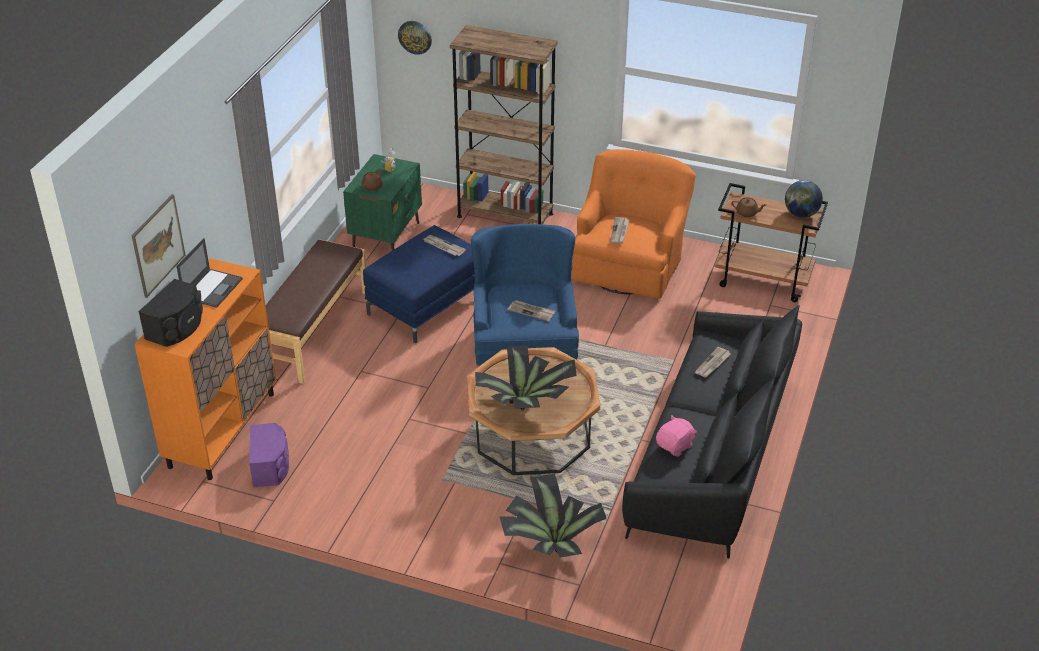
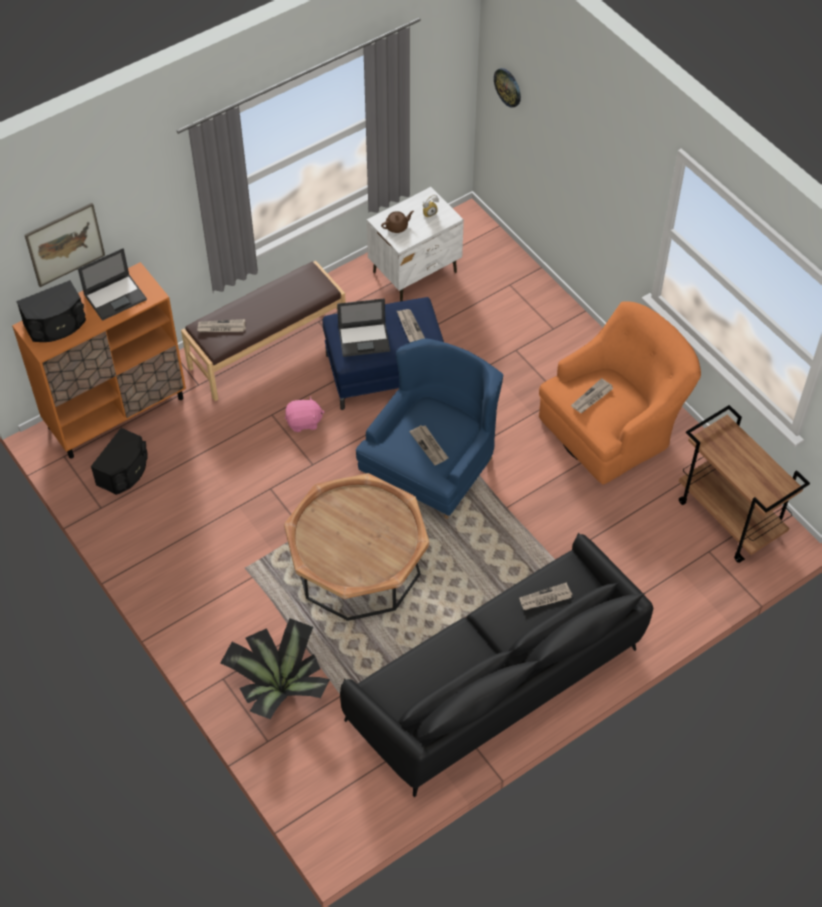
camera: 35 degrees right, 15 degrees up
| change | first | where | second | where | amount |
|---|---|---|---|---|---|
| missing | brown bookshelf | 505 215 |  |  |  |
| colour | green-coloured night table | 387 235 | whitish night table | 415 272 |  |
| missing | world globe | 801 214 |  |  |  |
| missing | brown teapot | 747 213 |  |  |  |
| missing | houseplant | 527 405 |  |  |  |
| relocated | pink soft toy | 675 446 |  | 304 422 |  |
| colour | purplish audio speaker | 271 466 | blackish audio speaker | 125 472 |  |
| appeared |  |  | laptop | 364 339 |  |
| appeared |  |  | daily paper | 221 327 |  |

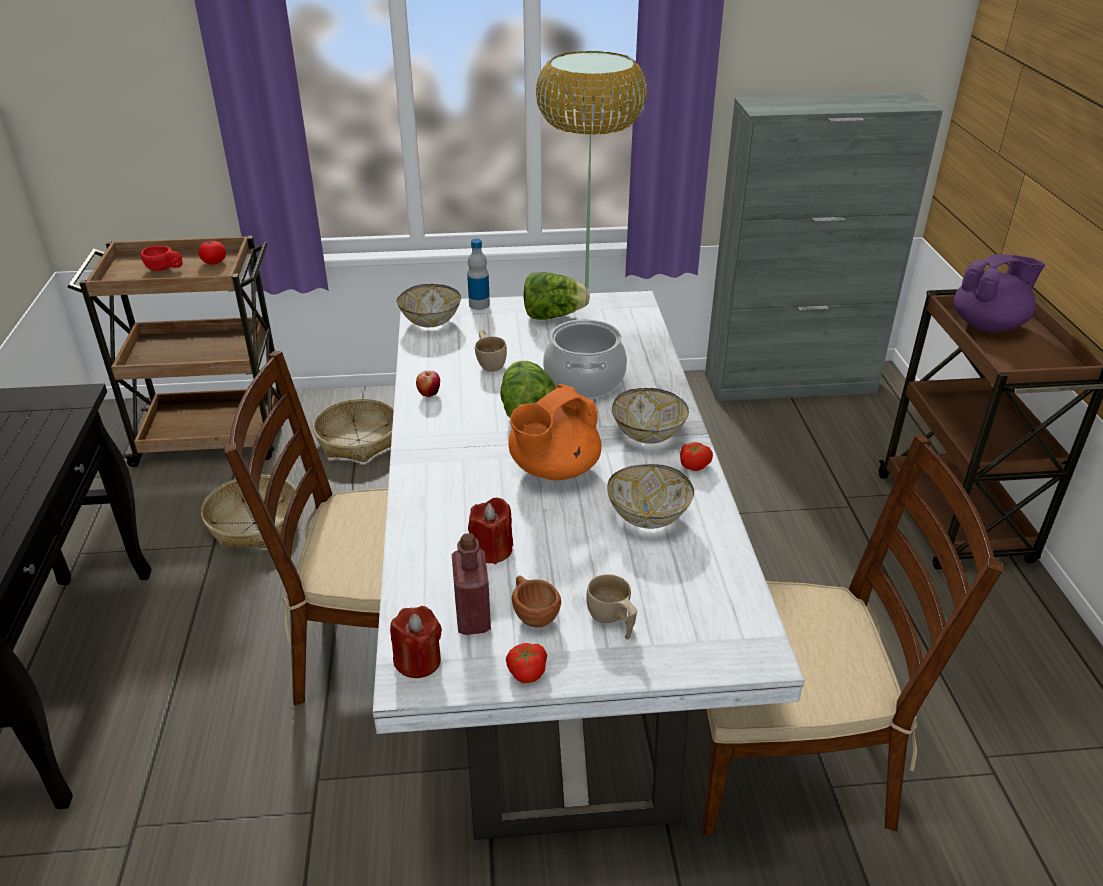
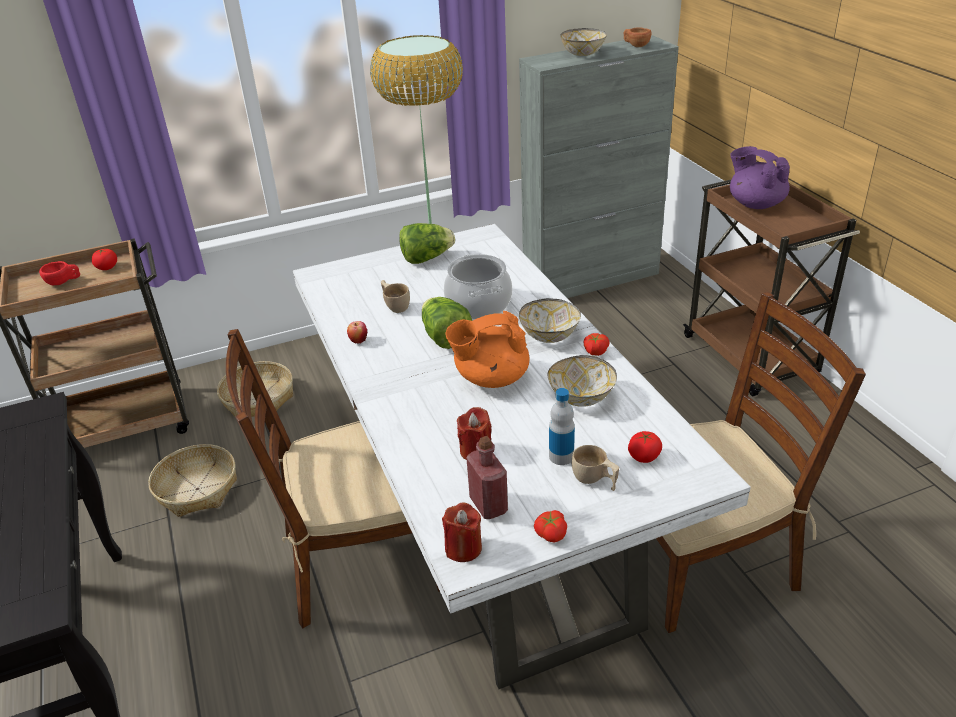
camera: 15 degrees left, 0 degrees up
| change | first | where | second | where | amount |
|---|---|---|---|---|---|
| relocated | bottle | 479 305 |  | 561 456 |  |
| spun | purplish teapot | 988 325 |  | 755 204 | 90 degrees counterclockwise |
| relocated | bowl | 431 321 |  | 582 54 |  |
| spun | orangey teapot | 553 469 |  | 490 378 | 45 degrees clockwise |
| relocated | brown cup | 532 614 |  | 635 45 |  |
| appeared |  |  | fresh tomato | 644 457 |  |

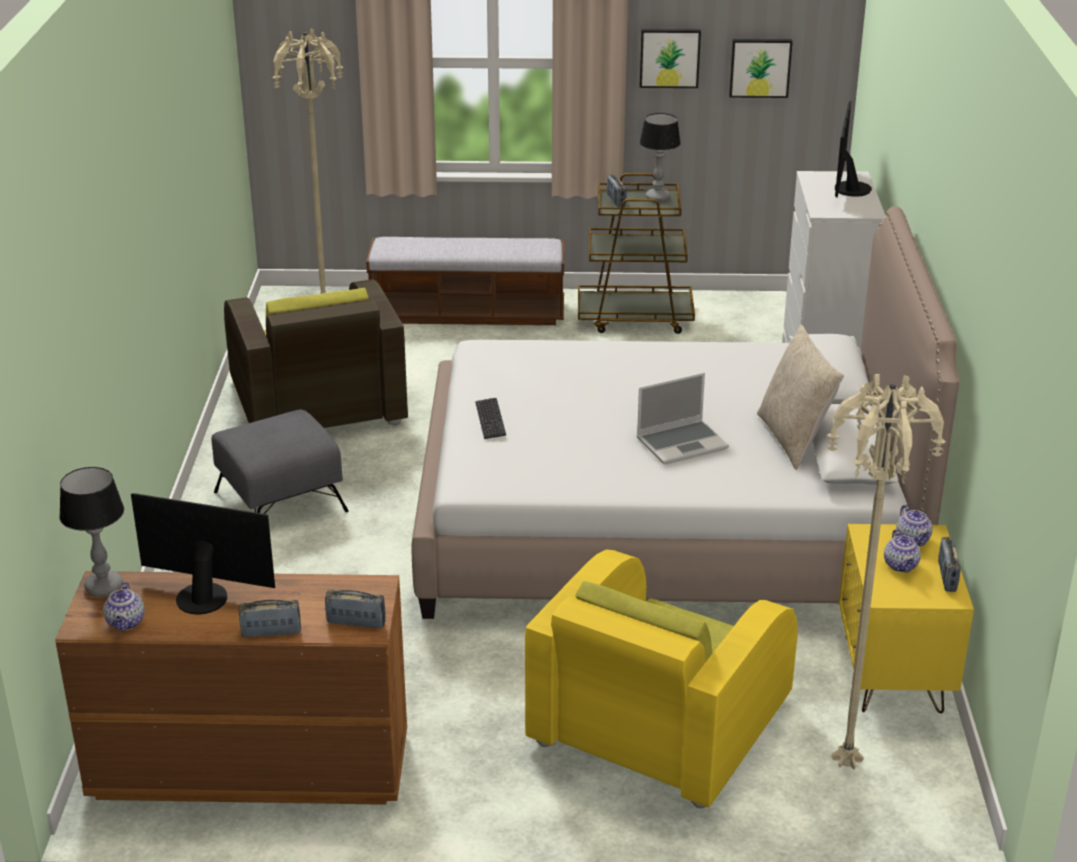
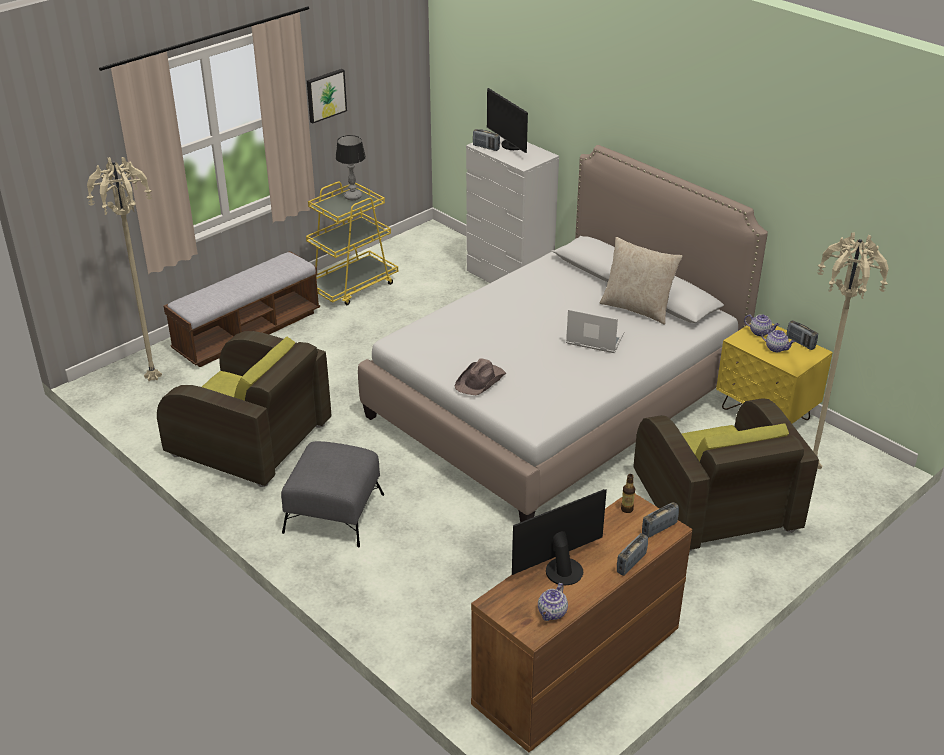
camera: 45 degrees left, 5 degrees up
| change | first | where | second | where | amount |
|---|---|---|---|---|---|
| missing | picture | 760 67 |  |  |  |
| colour | brown wheeled cart | 635 318 | yellowish wheeled cart | 352 286 |  |
| relocated | radio receiver | 616 201 |  | 486 147 |  |
| spun | laptop | 682 443 |  | 594 339 | 90 degrees counterclockwise |
| exchanged | computer keyboard | 490 420 | brown clothing hat | 481 381 |  |
| missing | lamp for a table | 103 587 |  |  |  |
| colour | yellowish armchair | 658 723 | brown armchair | 715 504 |  |
| spun | teapot | 126 623 |  | 552 613 | 75 degrees clockwise |
| appeared |  |  | bottle | 627 509 |  |

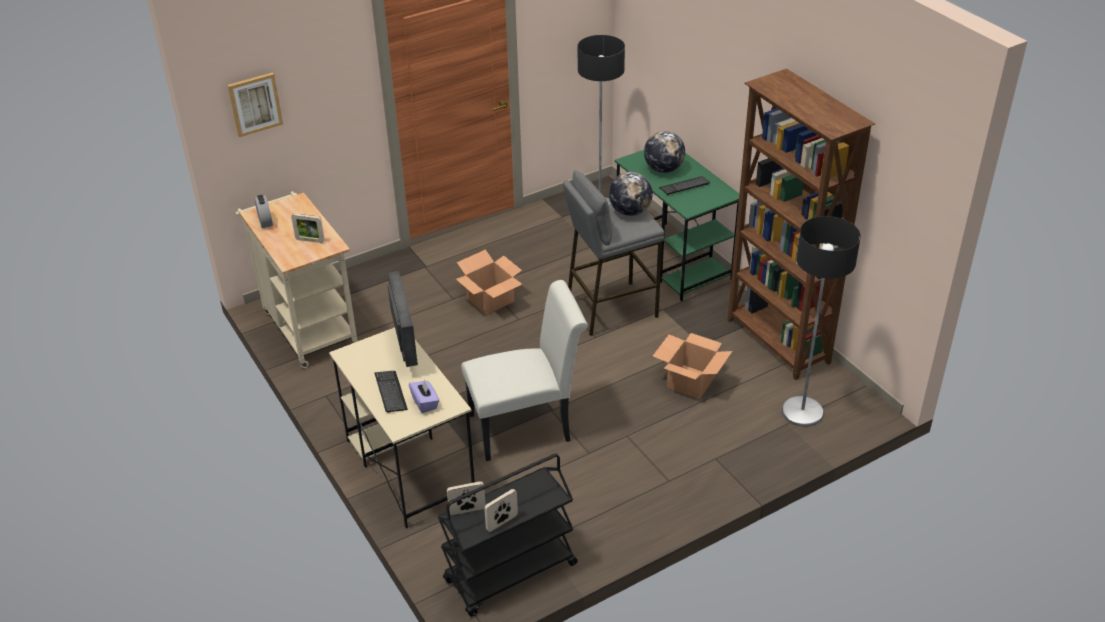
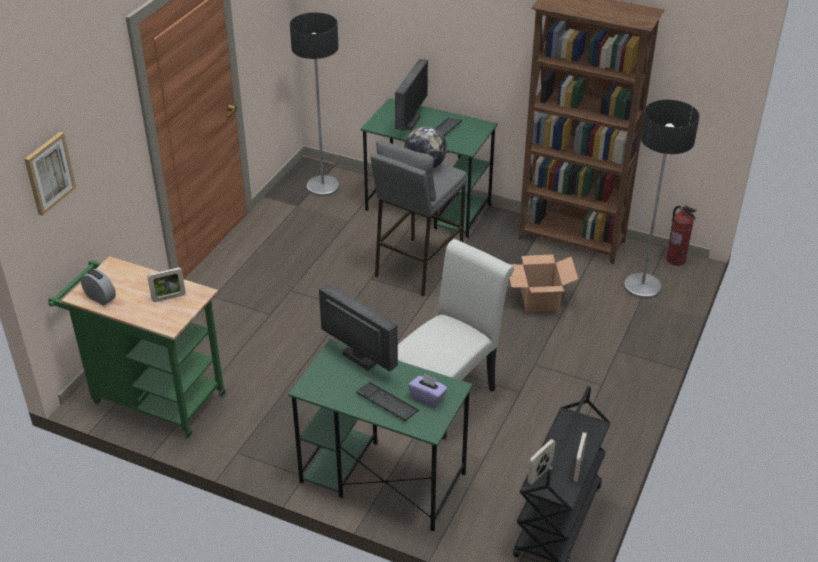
camera: 35 degrees left, 0 degrees up
| change | first | where | second | where | amount |
|---|---|---|---|---|---|
| exchanged | world globe | 663 169 | computer screen | 410 123 |  |
| colour | beige-coloured wheeled cart | 308 326 | green-coloured wheeled cart | 152 397 |  |
| missing | packing box | 491 299 |  |  |  |
| colour | beige-coloured desk unit | 409 467 | green-coloured desk unit | 381 478 |  |
| appeared |  |  | extinguisher | 676 260 |  |

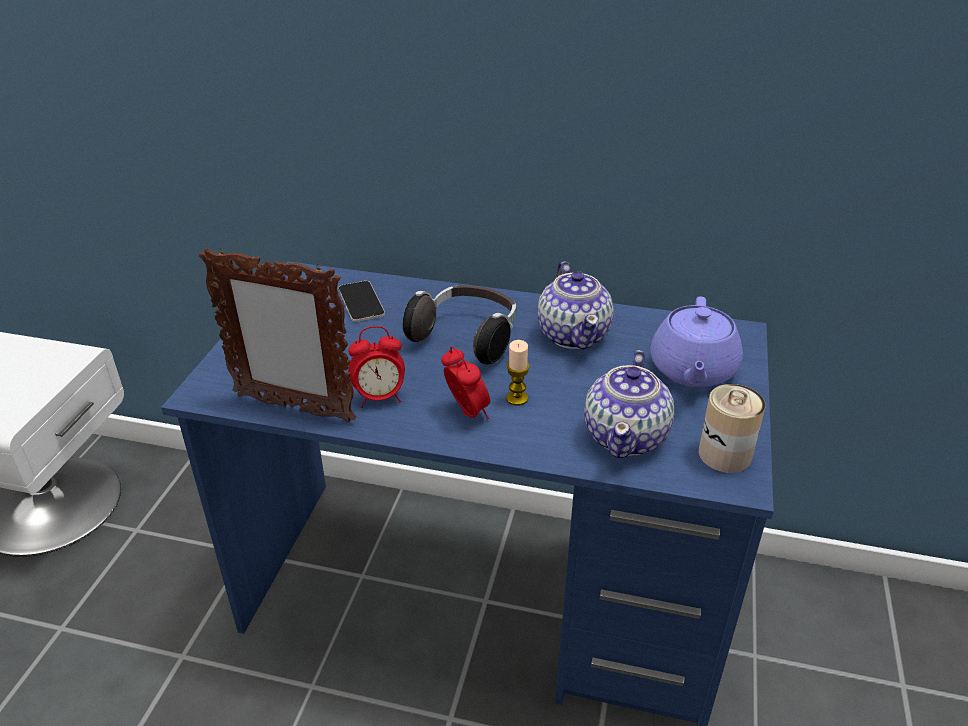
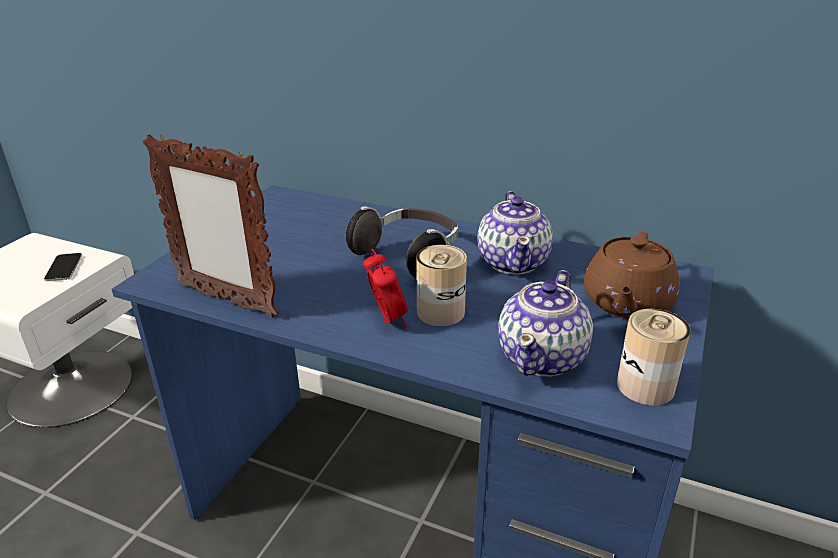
camera: 10 degrees right, 5 degrees down
| change | first | where | second | where | amount |
|---|---|---|---|---|---|
| relocated | handset | 361 302 |  | 64 267 |  |
| colour | purplish teapot | 692 370 | brown teapot | 626 303 |  |
| missing | alarm clock | 379 398 |  |  |  |
| exchanged | wax light | 517 398 | sealed can | 440 312 |  |

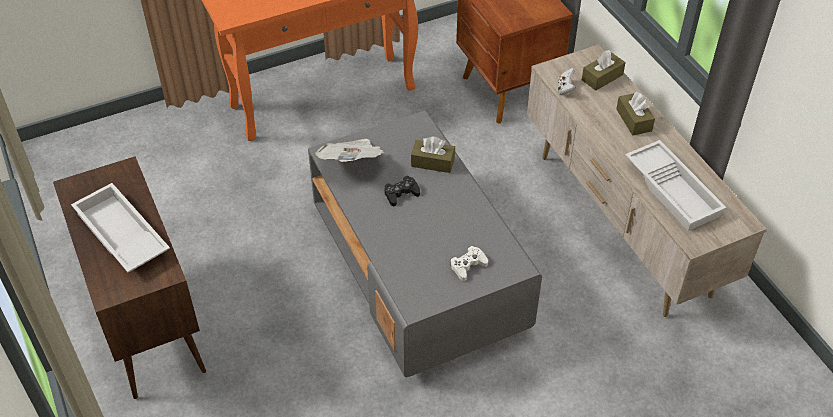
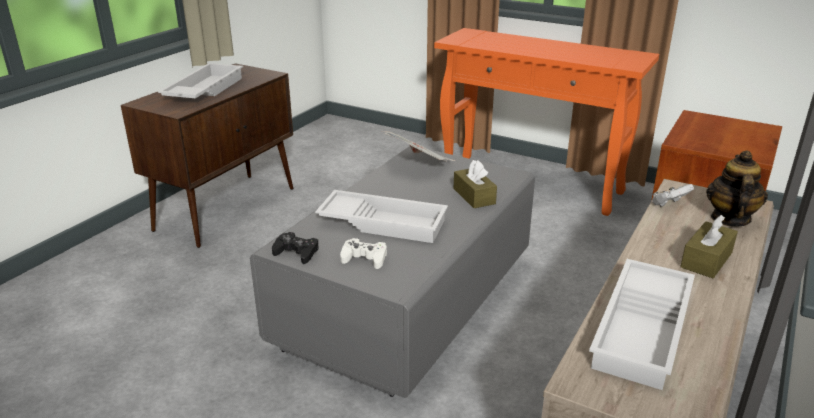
camera: 55 degrees right, 20 degrees down
| change | first | where | second | where | amount |
|---|---|---|---|---|---|
| exchanged | brown tissue box | 602 77 | teapot | 729 219 |  |
| relocated | blackish gamepad | 401 194 |  | 296 252 |  |
| appeared |  |  | whitish carrying tray | 384 222 |  |

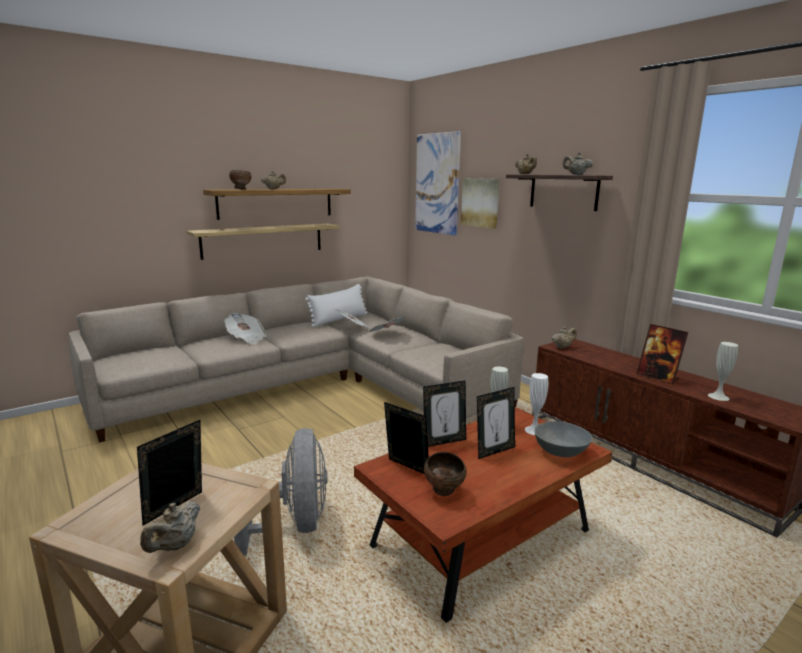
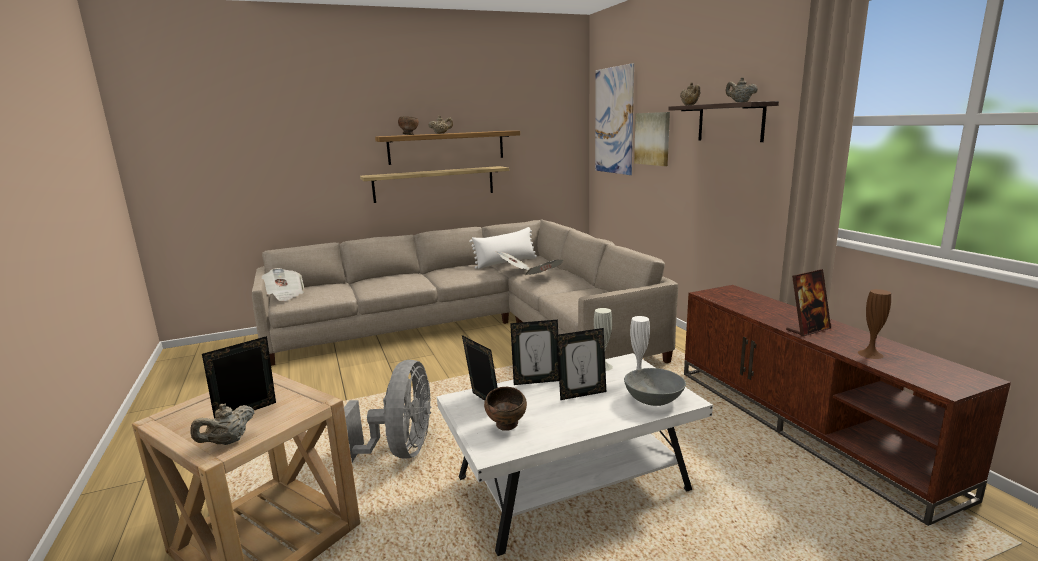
camera: 15 degrees right, 0 degrees up
| change | first | where | second | where | amount |
|---|---|---|---|---|---|
| relocated | daily paper | 246 338 |  | 284 295 |  |
| spun | picture frame | 657 377 |  | 808 329 | 90 degrees counterclockwise |
| missing | beige-coloured teapot | 562 347 |  |  |  |
| colour | whitish vase | 718 396 | brown vase | 870 354 |  |
| colour | brown low table | 481 540 | whitish low table | 571 486 |  |

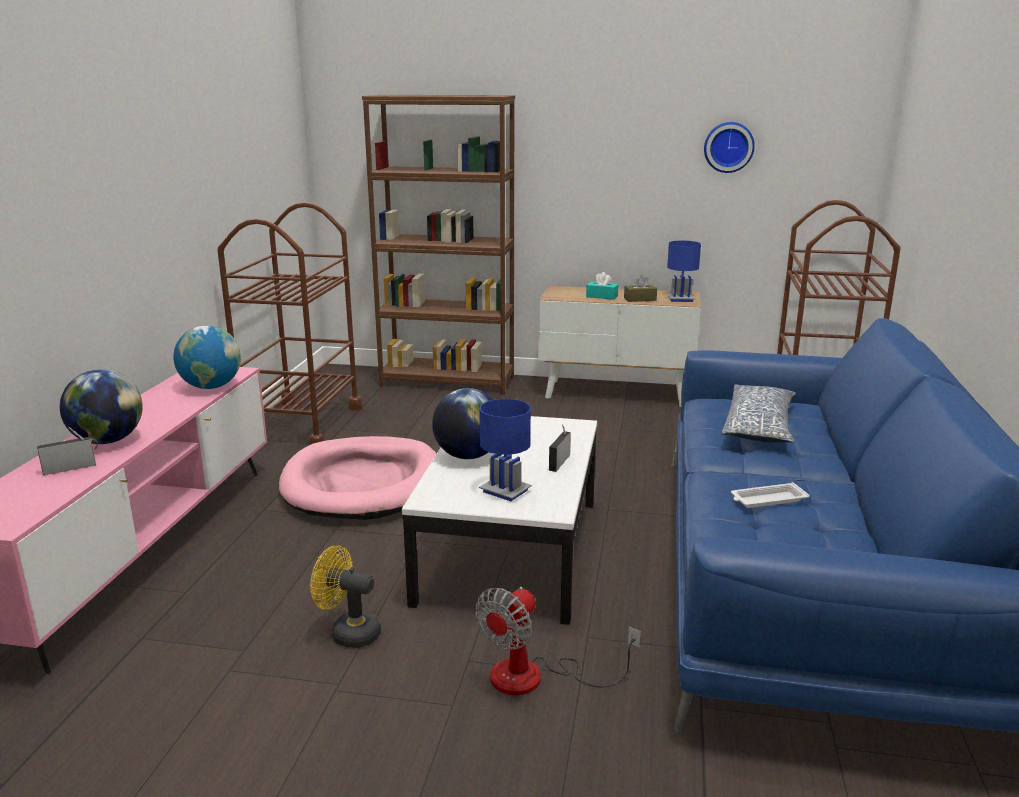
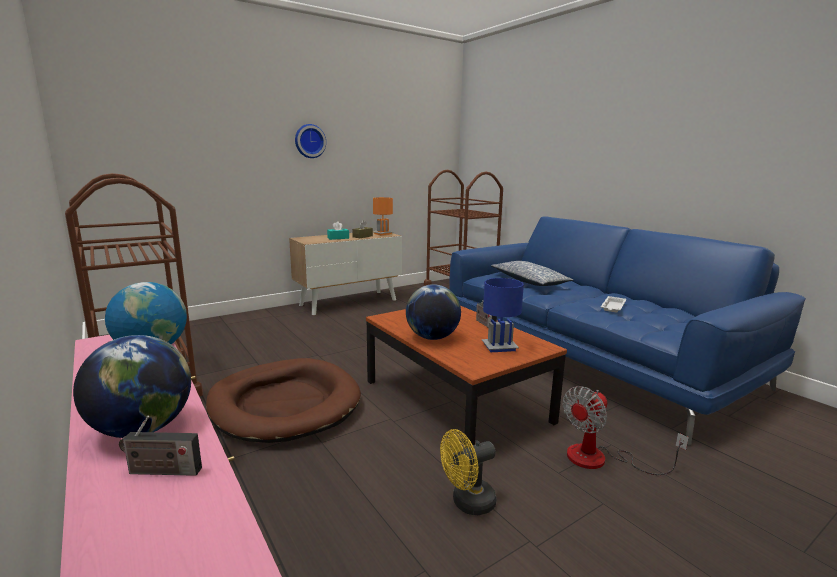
camera: 45 degrees left, 5 degrees down
| change | first | where | second | where | amount |
|---|---|---|---|---|---|
| missing | brown bookshelf | 448 381 |  |  |  |
| relocated | hanging clock | 728 147 |  | 309 141 |  |
| colour | blue-coloured lamp for a table | 680 299 | orangey lamp for a table | 382 234 |  |
| colour | whitish low table | 511 550 | brown low table | 456 401 |  |
| spun | radio receiver | 72 467 |  | 161 471 | 105 degrees counterclockwise |
| colour | pink pet bed | 363 484 | brown pet bed | 284 404 |  |
| spun | electric fan | 535 677 |  | 600 459 | 60 degrees clockwise |

